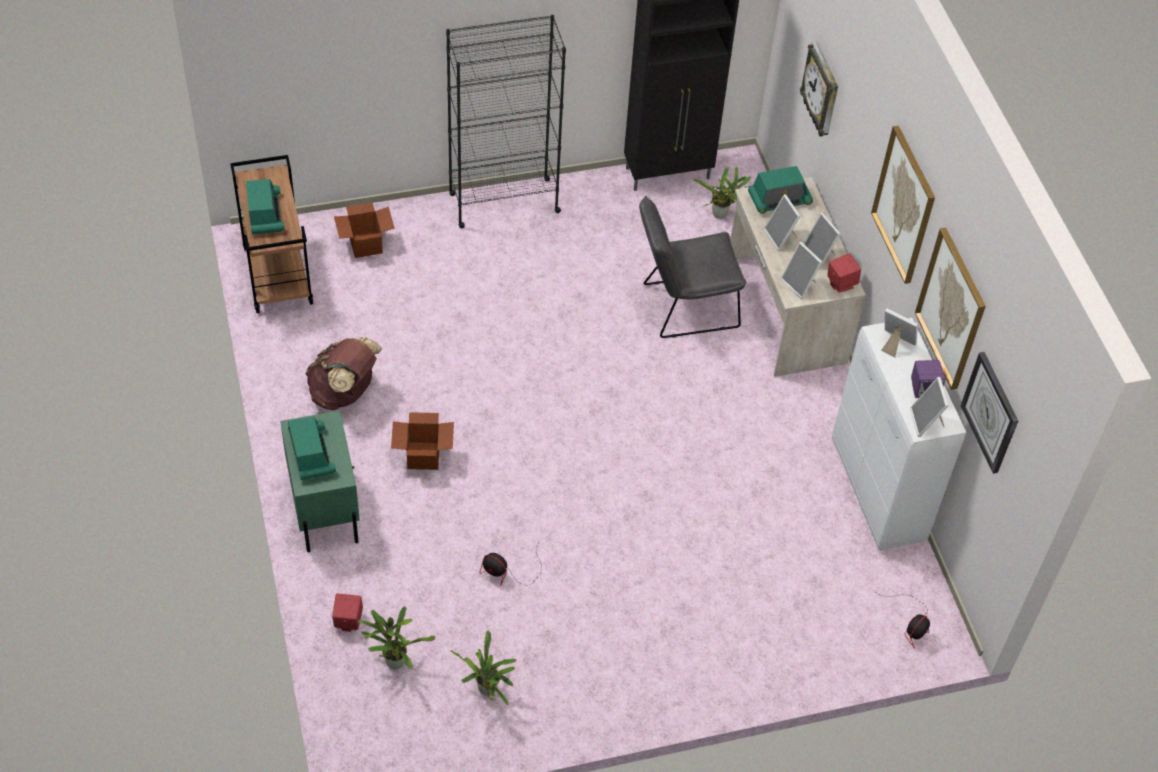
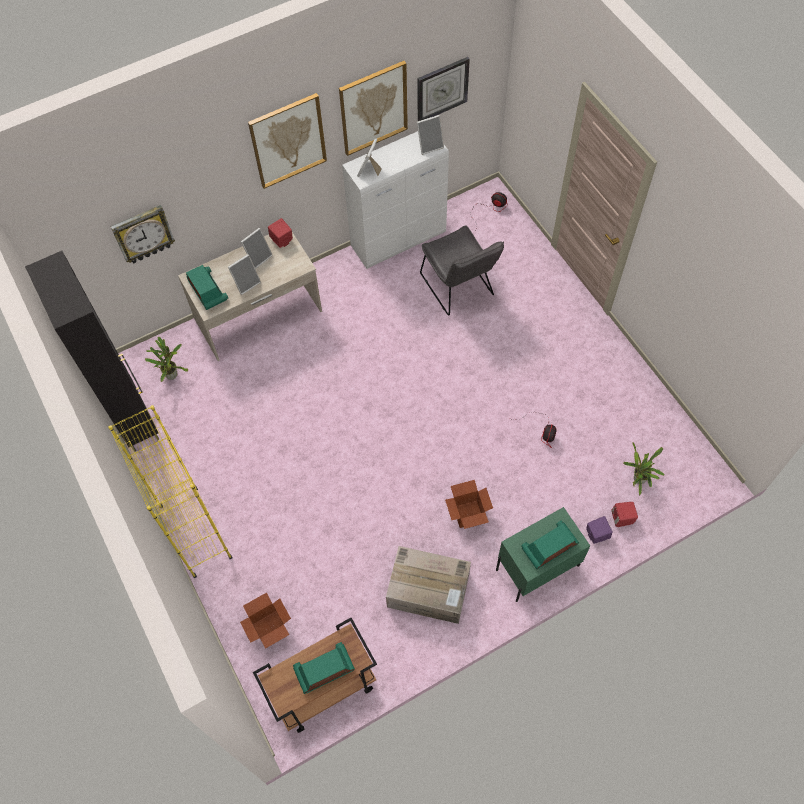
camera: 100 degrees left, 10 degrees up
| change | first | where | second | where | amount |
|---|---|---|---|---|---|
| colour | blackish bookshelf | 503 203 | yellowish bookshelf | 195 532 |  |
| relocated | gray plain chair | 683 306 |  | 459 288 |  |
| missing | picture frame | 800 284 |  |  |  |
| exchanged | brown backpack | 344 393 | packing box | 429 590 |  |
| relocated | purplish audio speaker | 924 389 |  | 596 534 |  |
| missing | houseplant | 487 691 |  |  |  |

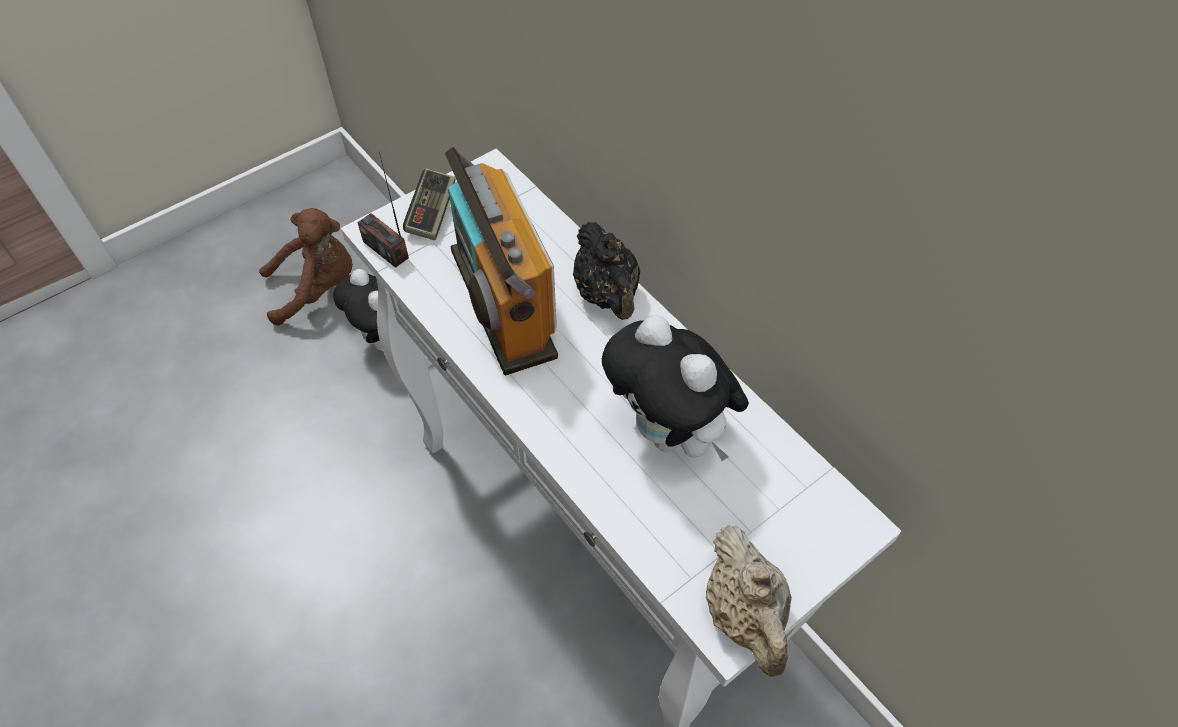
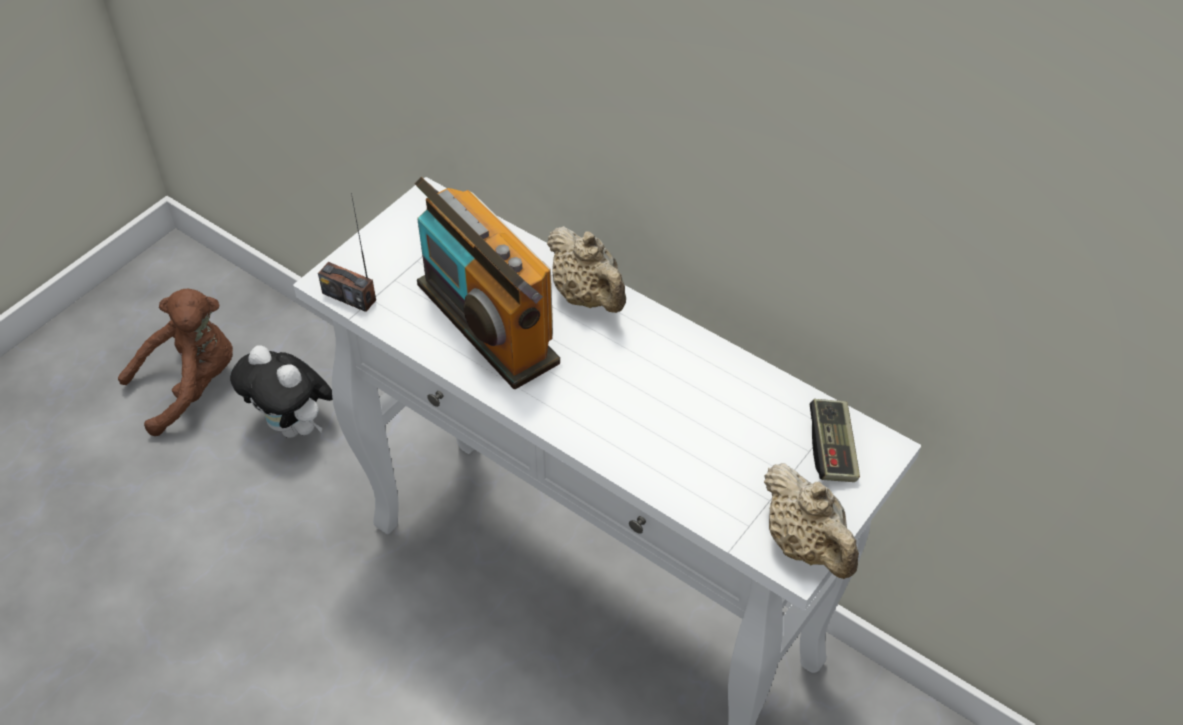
camera: 15 degrees left, 5 degrees down
| change | first | where | second | where | amount |
|---|---|---|---|---|---|
| relocated | gamepad | 432 213 |  | 832 449 |  |
| colour | blackish teapot | 607 296 | beige-coloured teapot | 588 297 |  |
| missing | soft toy | 671 434 |  |  |  |

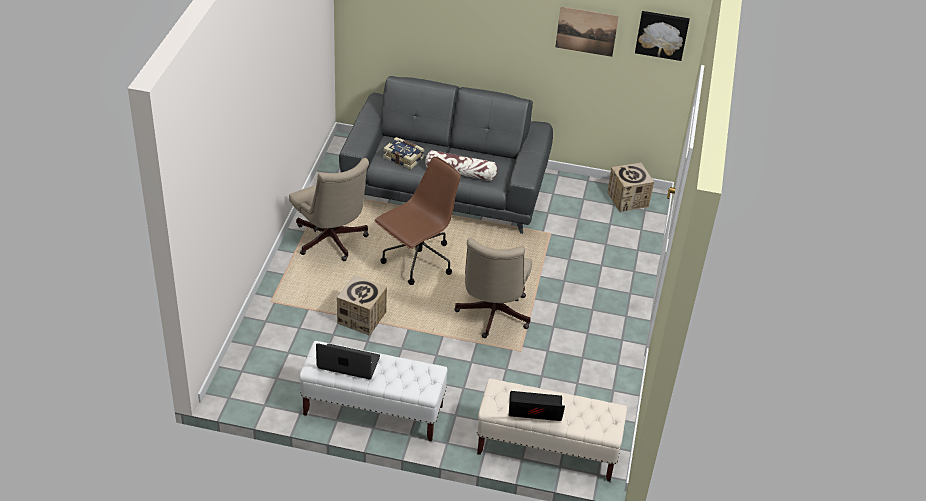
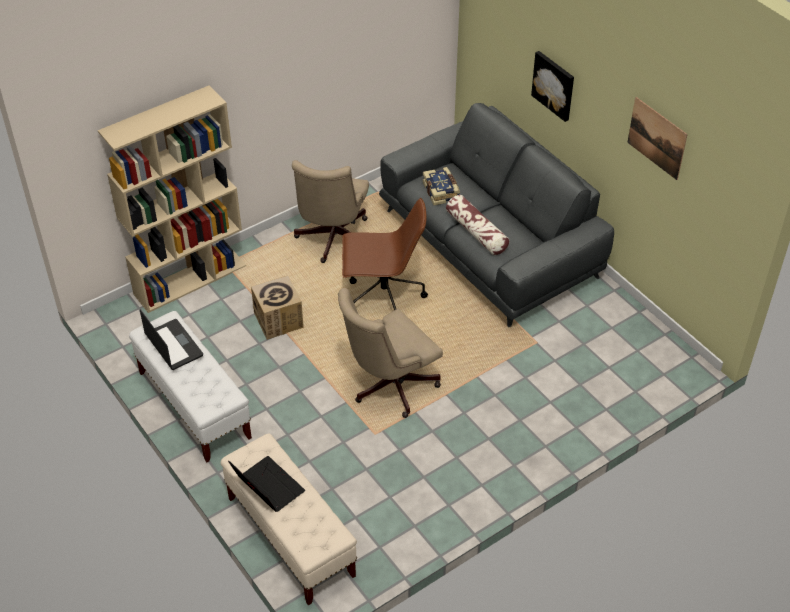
camera: 45 degrees right, 5 degrees up
| change | first | where | second | where | amount |
|---|---|---|---|---|---|
| relocated | picture | 662 34 |  | 554 85 |  |
| missing | packing box | 628 199 |  |  |  |
| appeared |  |  | beige-coloured bookshelf | 190 279 |  |

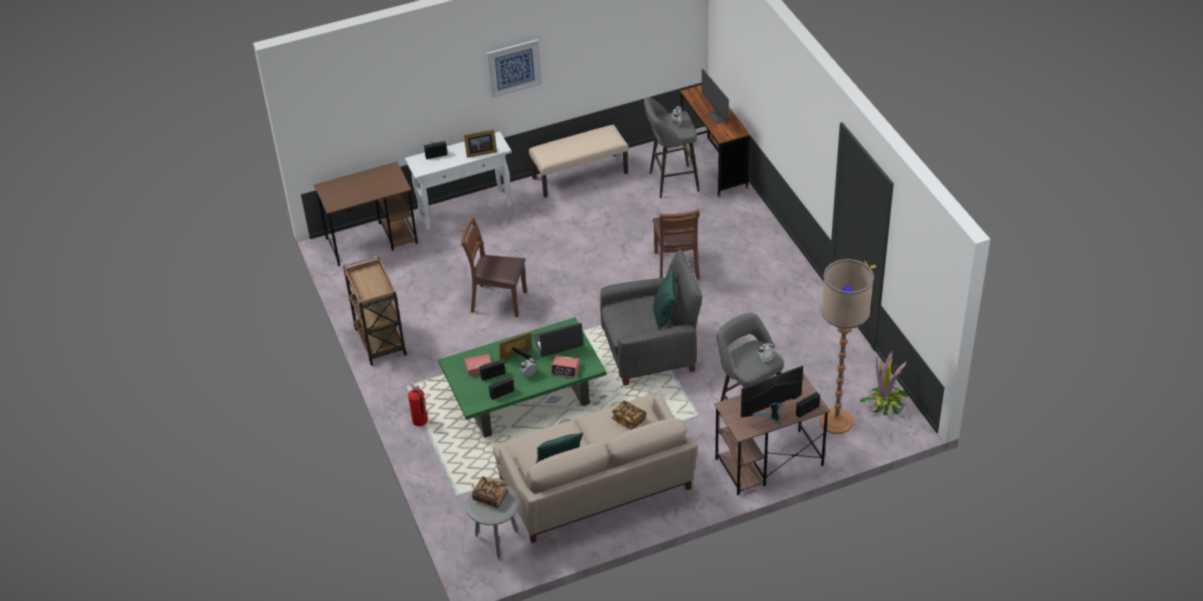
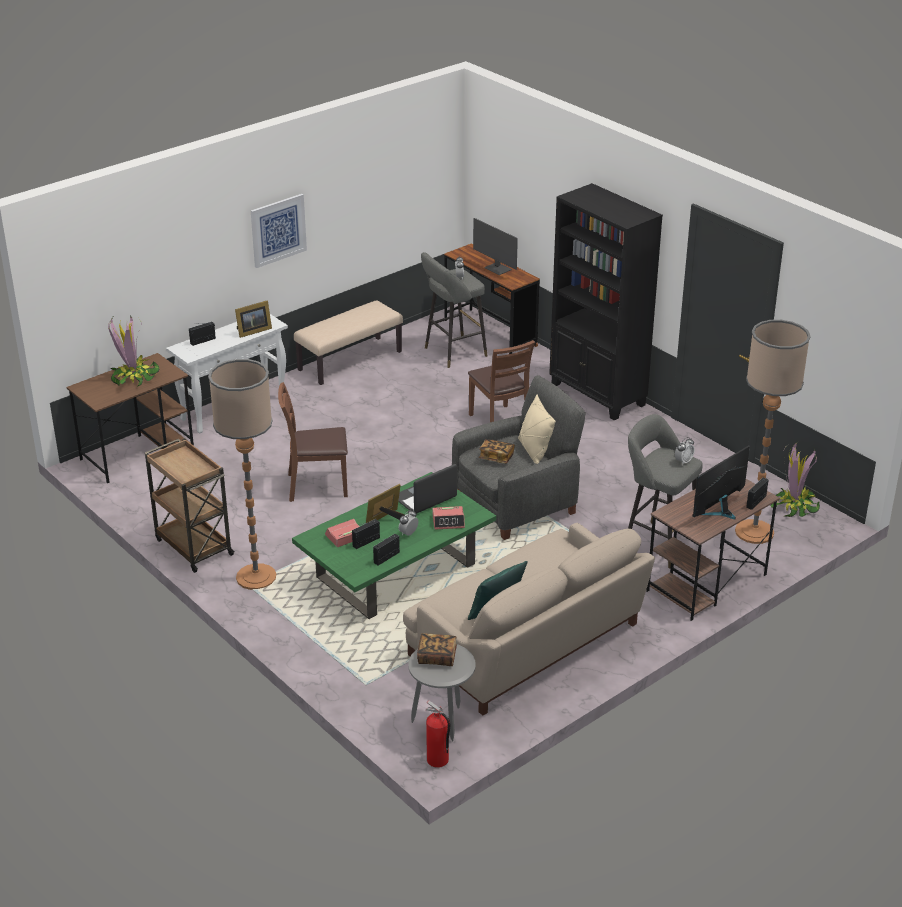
camera: 20 degrees left, 10 degrees down
| change | first | where | second | where | amount |
|---|---|---|---|---|---|
| colour | green-coloured throw pillow | 664 315 | beige-coloured throw pillow | 534 451 |  |
| relocated | extinguisher | 420 421 |  | 437 760 |  |
| relocated | volume | 629 419 |  | 496 457 |  |
| appeared |  |  | blackish bookshelf | 597 395 |  |
| appeared |  |  | houseplant | 134 377 |  |
| appeared |  |  | floor lamp | 256 577 |  |

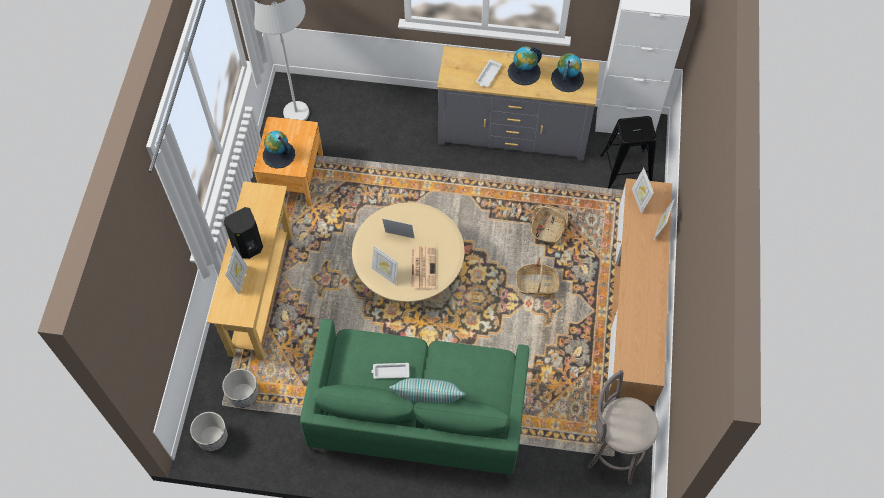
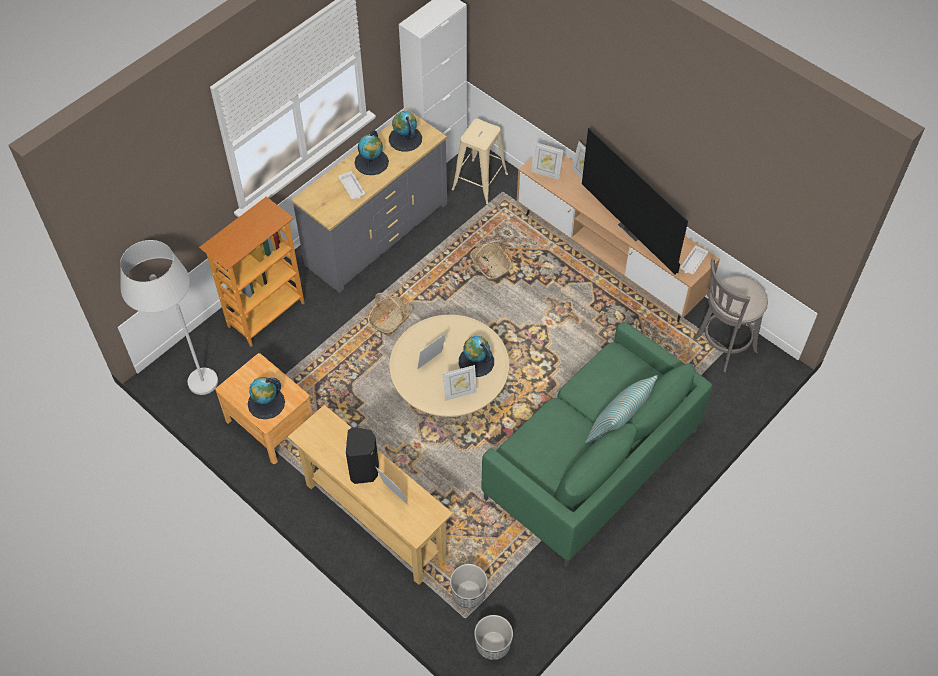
camera: 55 degrees left, 5 degrees down
| change | first | where | second | where | amount |
|---|---|---|---|---|---|
| colour | blackish stool seat | 626 169 | beige-coloured stool seat | 479 181 |  |
| exchanged | daily paper | 423 267 | world globe | 476 362 |  |
| relocated | basket | 536 284 |  | 390 320 |  |
| relocated | whitish carrying tray | 390 372 |  | 693 262 |  |
| appeared |  |  | TV set | 633 229 |  |
| appeared |  |  | bookshelf | 265 314 |  |

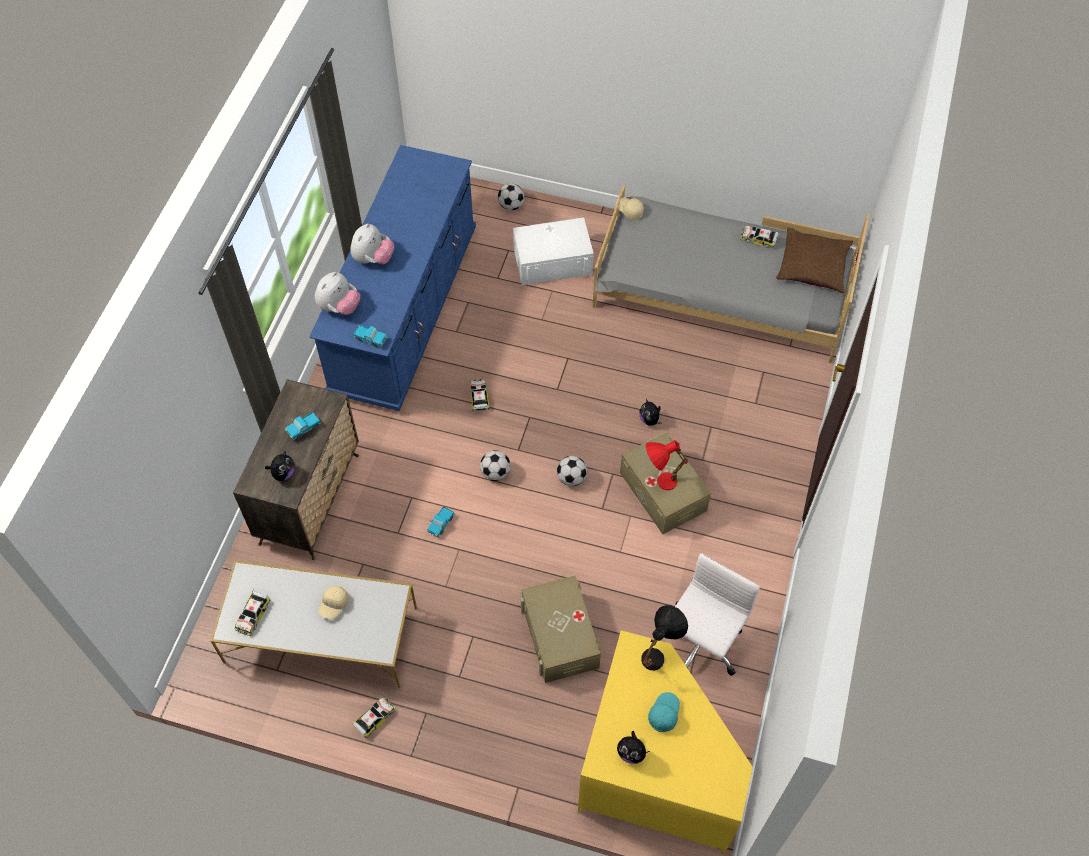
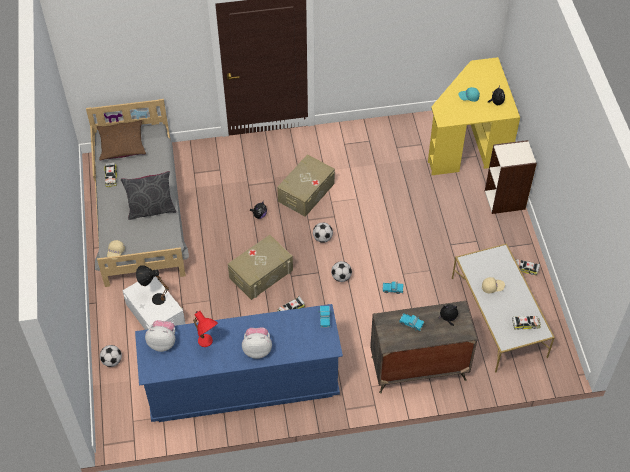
camera: 115 degrees left, 5 degrees down
| change | first | where | second | where | amount |
|---|---|---|---|---|---|
| relocated | soft toy | 339 307 |  | 163 342 |  |
| relocated | reddish lamp for a table | 659 482 |  | 207 345 |  |
| missing | whitish computer chair | 700 644 |  |  |  |
| relocated | beige-coloured storage container | 560 636 |  | 261 274 |  |
| relocated | blackish lamp for a table | 659 653 |  | 154 297 |  |
| appeared |  |  | bookshelf | 505 200 |  |
| appeared |  |  | gray throw pillow | 151 209 |  |

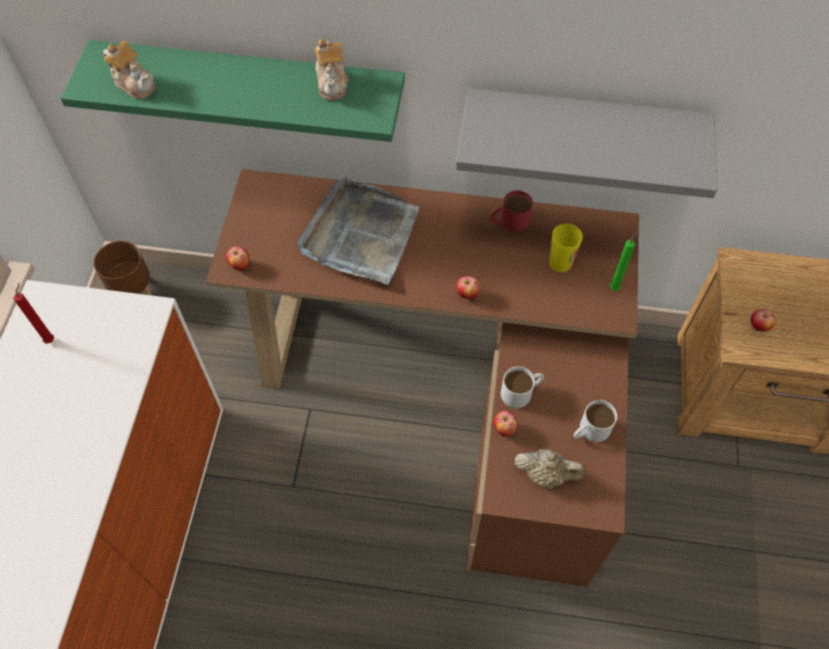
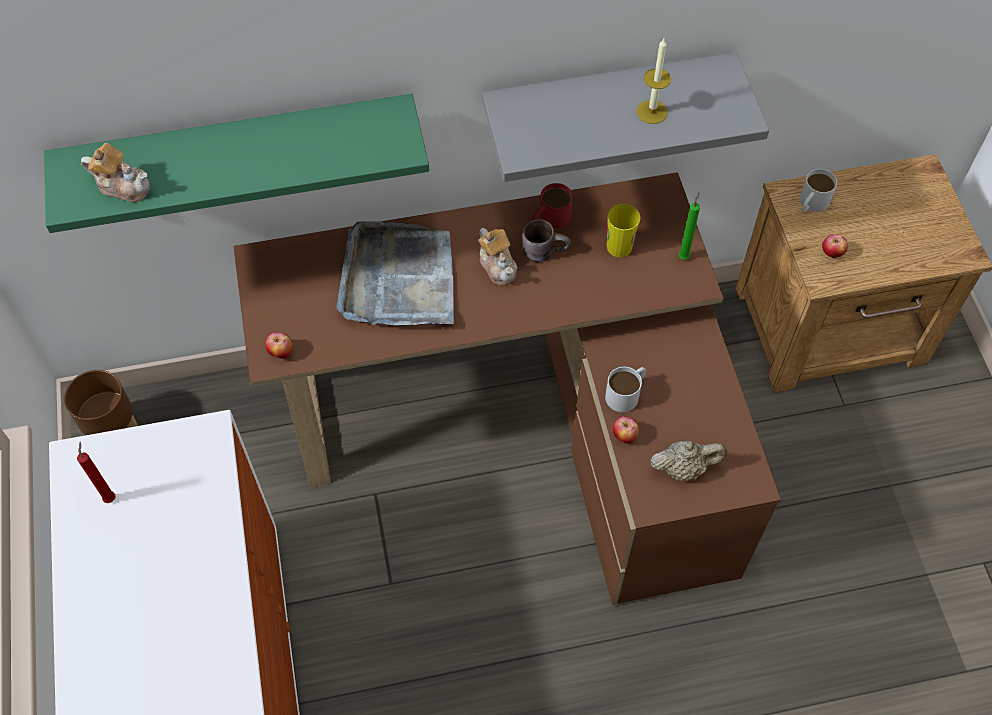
camera: 20 degrees left, 0 degrees up
| change | first | where | second | where | amount |
|---|---|---|---|---|---|
| relocated | teapot | 332 83 |  | 498 265 |  |
| missing | whole apple | 467 295 |  |  |  |
| relocated | whitish tea mug | 589 430 |  | 811 203 |  |
| appeared |  |  | wax light | 652 112 |  |
| appeared |  |  | brown tea mug | 544 249 |  |

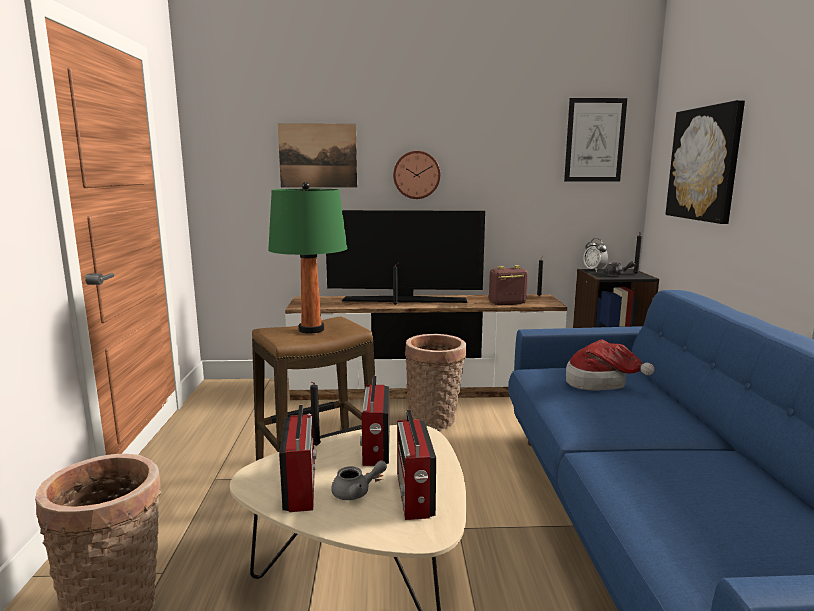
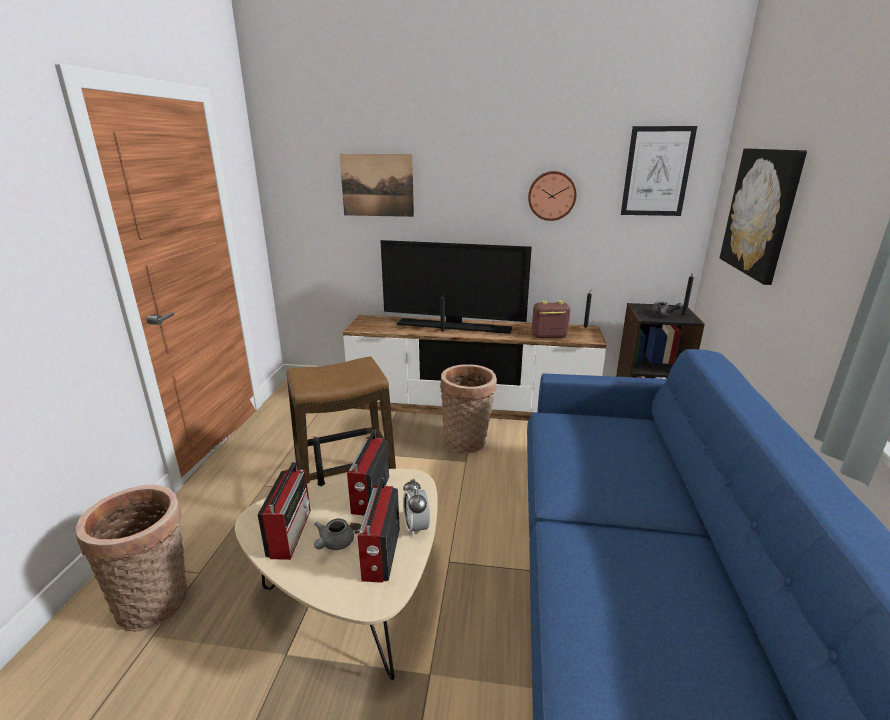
camera: 10 degrees right, 10 degrees up
| change | first | where | second | where | amount |
|---|---|---|---|---|---|
| relocated | hanging clock | 416 175 |  | 551 196 |  |
| missing | green-coloured lamp for a table | 311 329 |  |  |  |
| relocated | alarm clock | 594 270 |  | 416 527 |  |
| missing | clothing hat | 600 383 |  |  |  |
| spun | gray teapot | 356 492 |  | 334 544 | 120 degrees clockwise |

